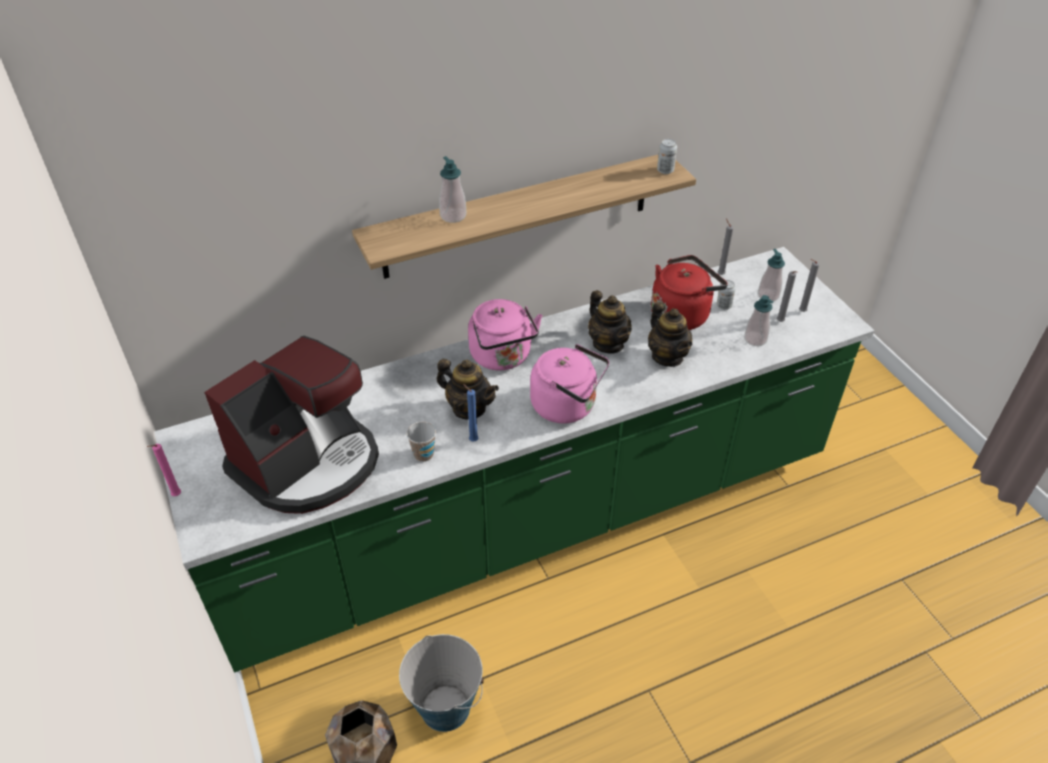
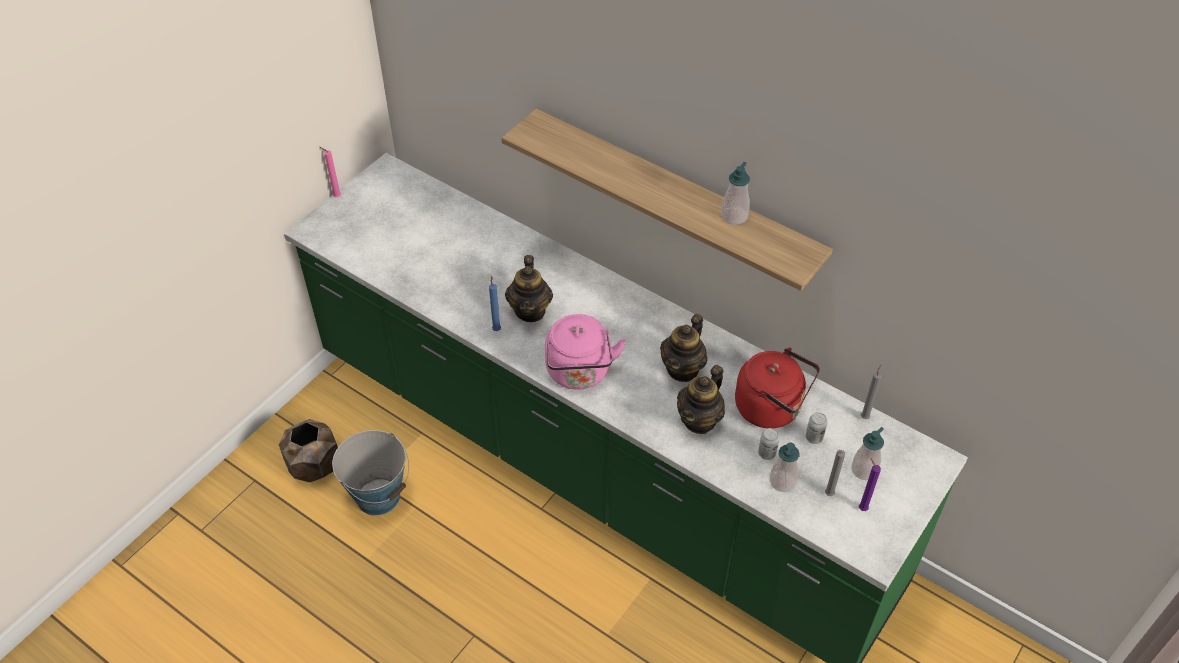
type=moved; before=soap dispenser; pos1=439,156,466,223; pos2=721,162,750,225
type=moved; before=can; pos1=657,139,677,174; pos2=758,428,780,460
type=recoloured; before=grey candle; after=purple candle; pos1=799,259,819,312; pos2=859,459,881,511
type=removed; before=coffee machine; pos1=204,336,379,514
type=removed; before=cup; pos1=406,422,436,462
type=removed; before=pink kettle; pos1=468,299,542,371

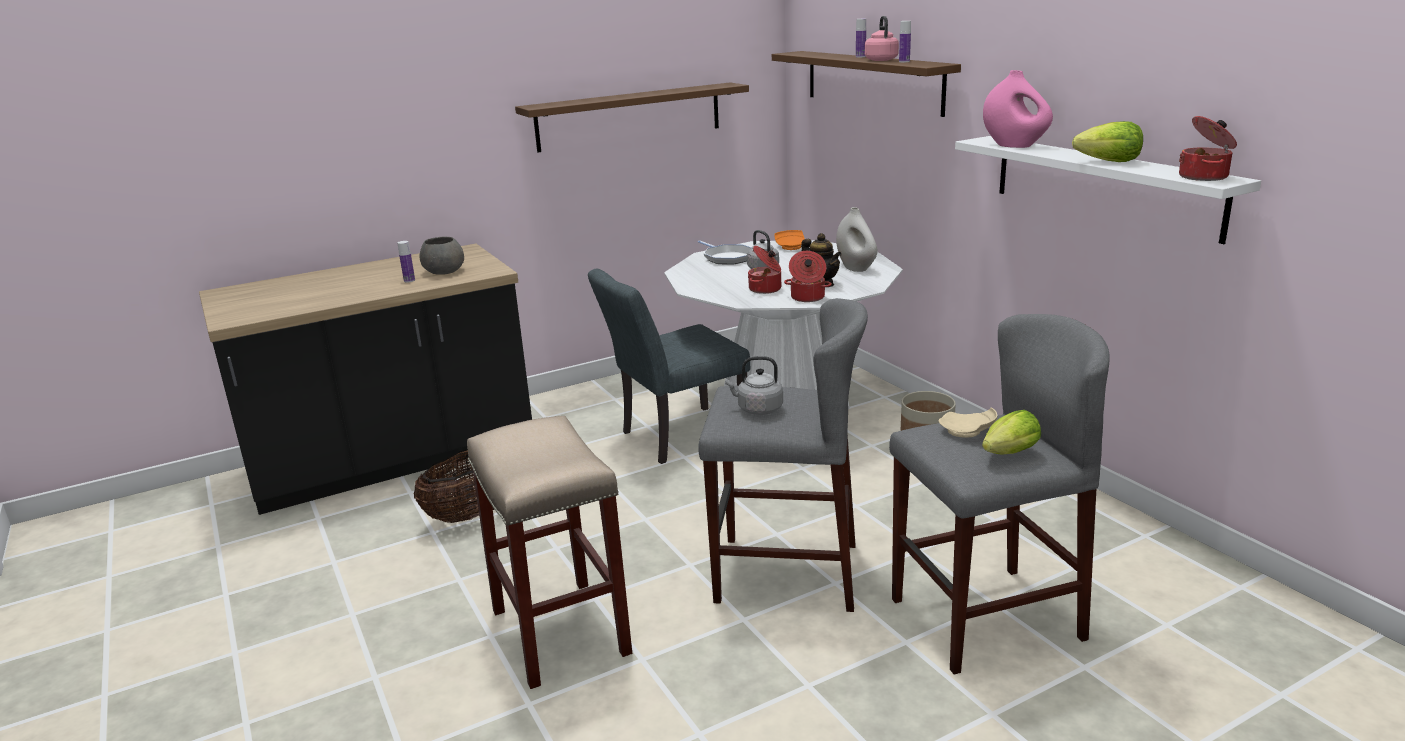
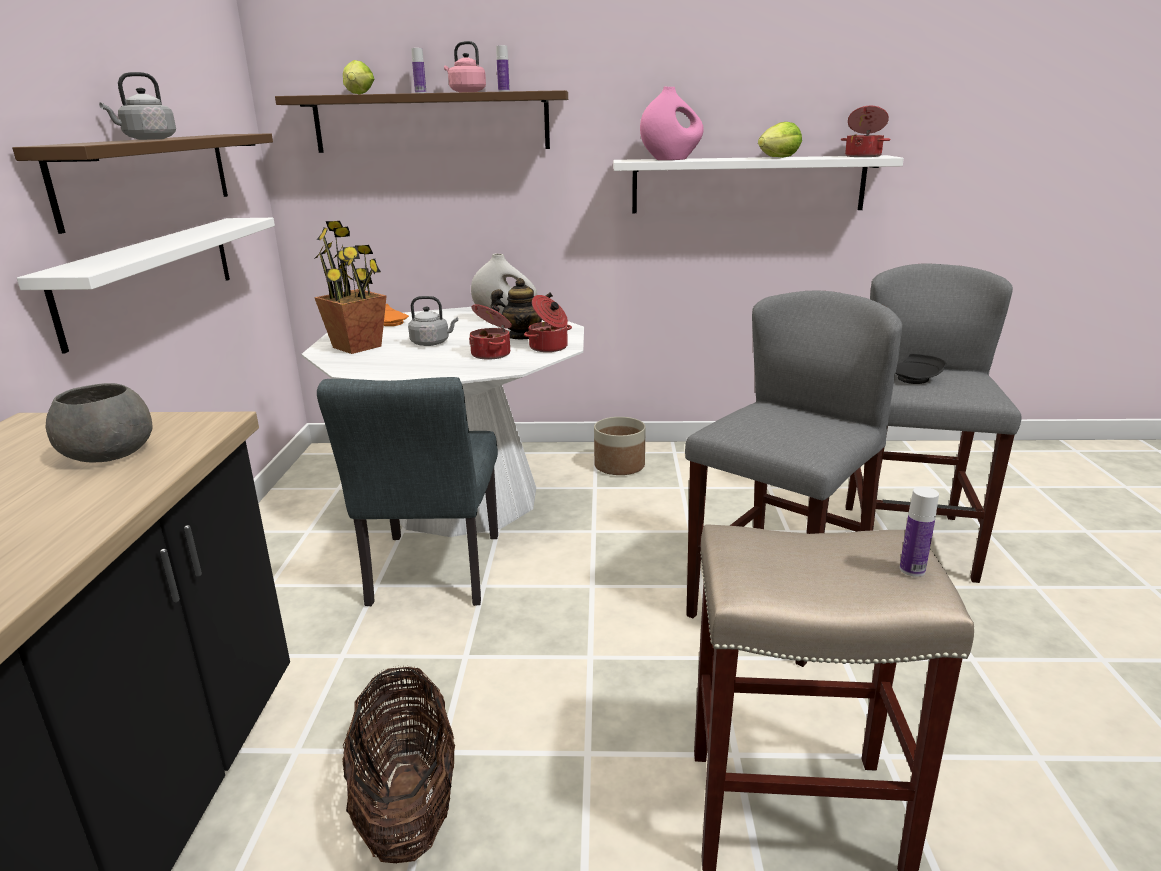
type=added; after=white shelf; pos2=17,218,275,354
type=moved; before=grey kettle; pos1=725,356,783,415; pos2=99,72,176,140
type=replaced; before=frying pan; after=potted plant; pos1=698,240,752,264; pos2=314,221,387,354
type=moved; before=lettuce; pos1=982,410,1041,455; pos2=343,60,374,94
type=recoloured; before=beige plate; after=black plate; pos1=939,407,997,438; pos2=895,354,946,384
type=moved; before=bottle; pos1=398,241,415,282; pos2=900,487,939,577

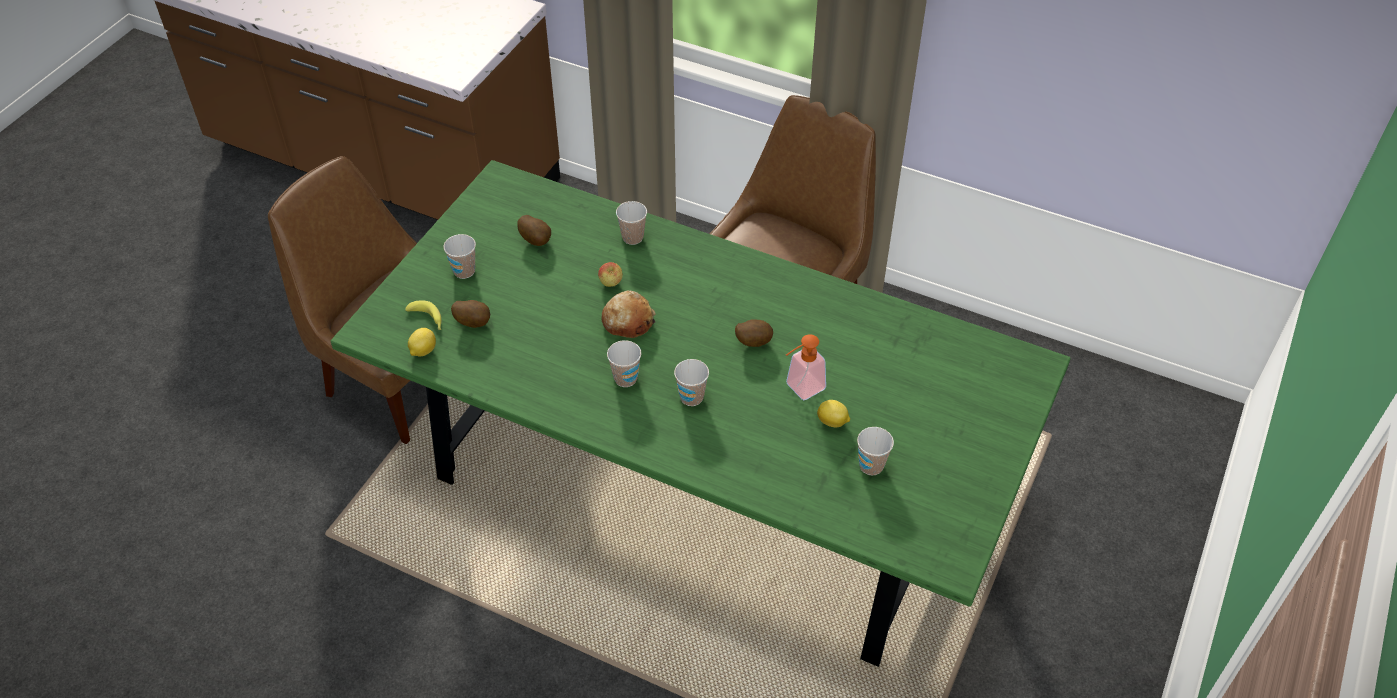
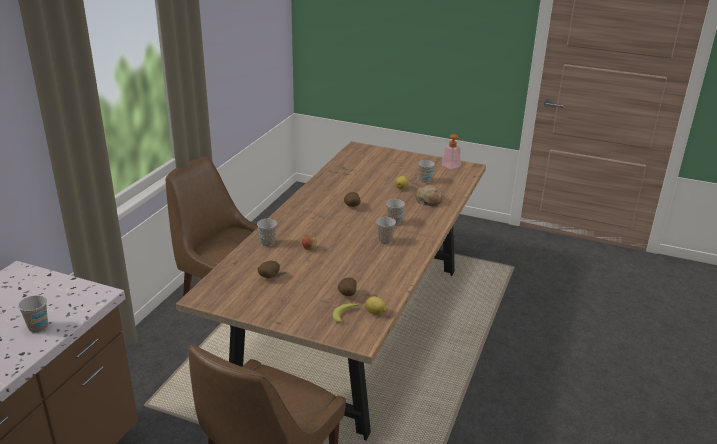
type=moved; before=cup; pos1=443,234,476,279; pos2=18,295,48,333
type=recoloured; before=green dining table; after=brown dining table; pos1=331,160,1071,667; pos2=176,141,486,440
type=moved; before=bread; pos1=601,290,656,338; pos2=415,184,442,206
type=moved; before=soap dispenser; pos1=786,335,826,400; pos2=442,134,464,169

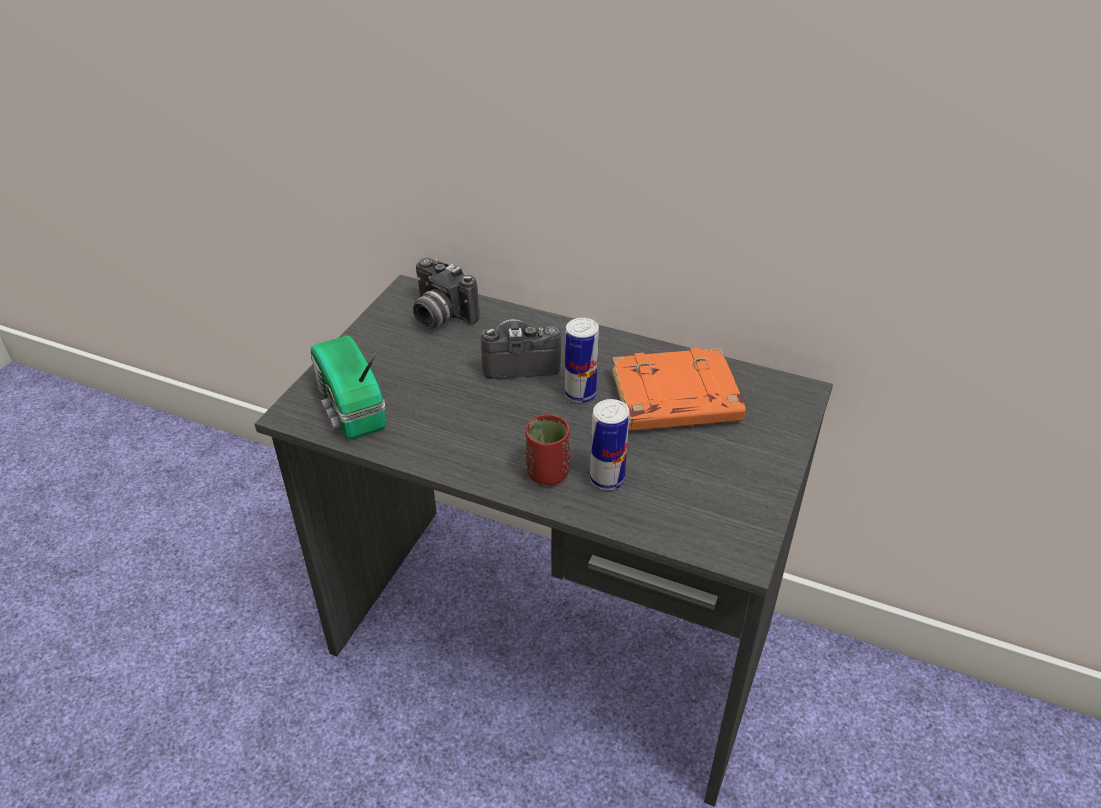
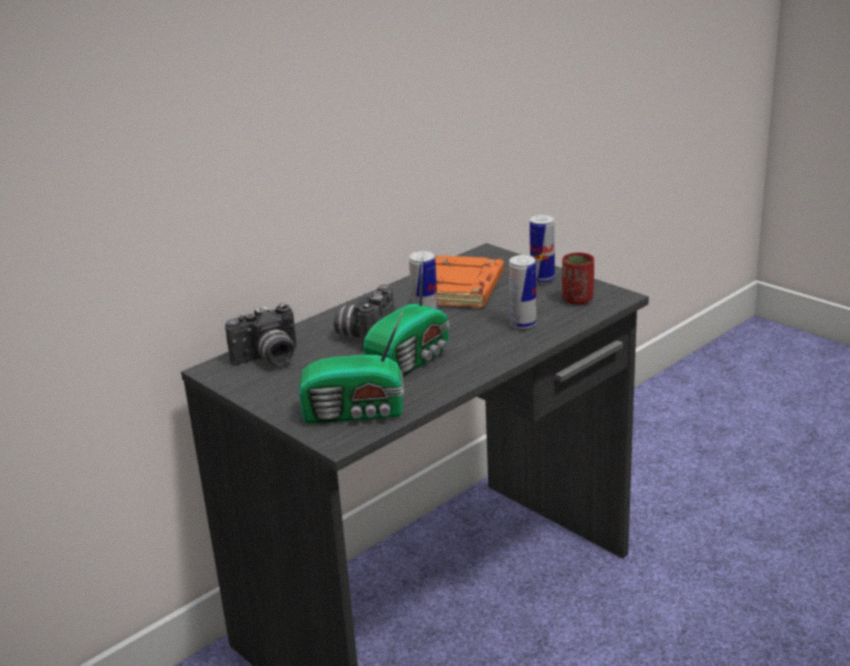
type=added; after=radio; pos2=363,255,449,376
type=added; after=can; pos2=530,215,555,283
type=moved; before=red cup; pos1=525,414,570,485; pos2=562,252,594,305

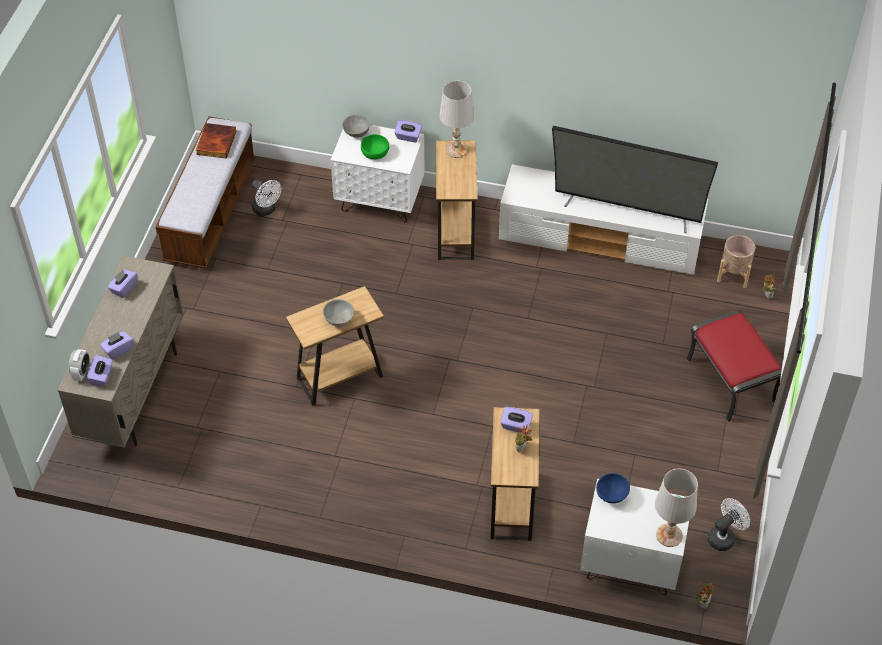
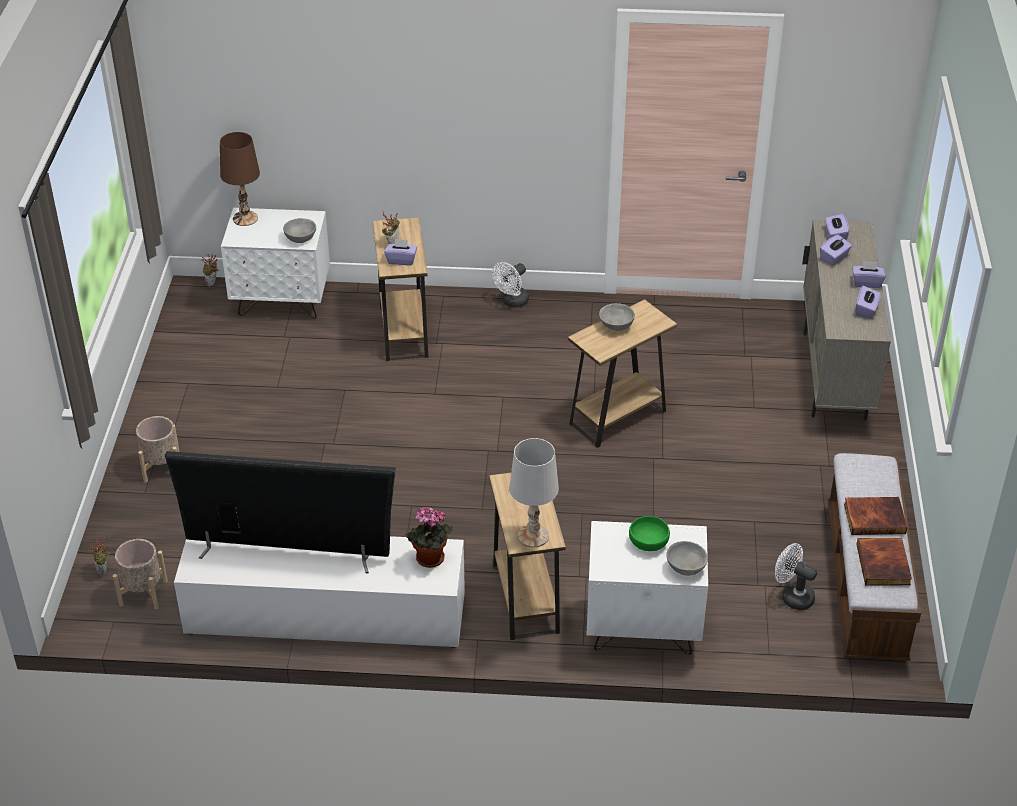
type=replaced; before=red ottoman; after=beige planter; pos1=686,310,782,422; pos2=136,416,180,483
type=recoloured; before=white table lamp; after=brown table lamp; pos1=655,469,698,547; pos2=220,132,260,226
type=recoloured; before=blue bowl; after=grey bowl; pos1=596,473,630,503; pos2=283,218,316,243
type=added; after=potted plant; pos2=405,507,453,568
type=moved; before=white fan; pos1=707,498,750,551; pos2=492,262,529,308
type=added; after=book; pos2=844,497,907,535
type=moved; before=purple tissue box; pos1=394,120,422,142; pos2=852,261,886,288
type=removed; before=alarm clock; pos1=69,349,90,381

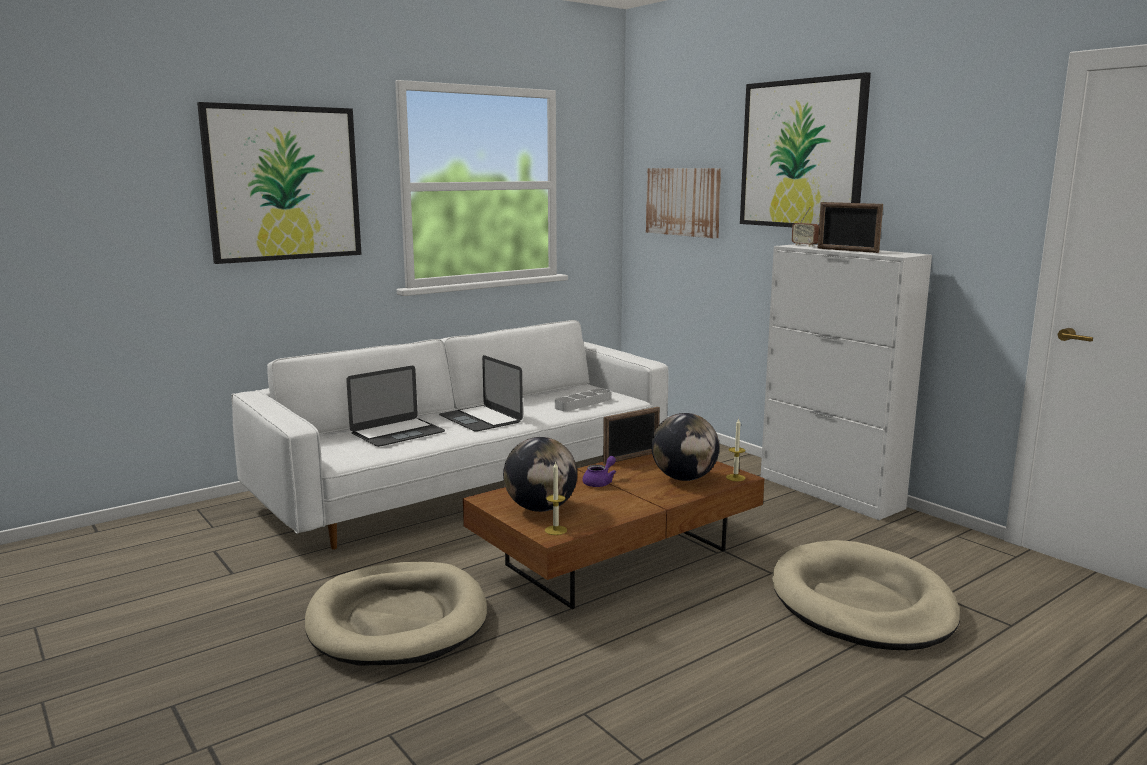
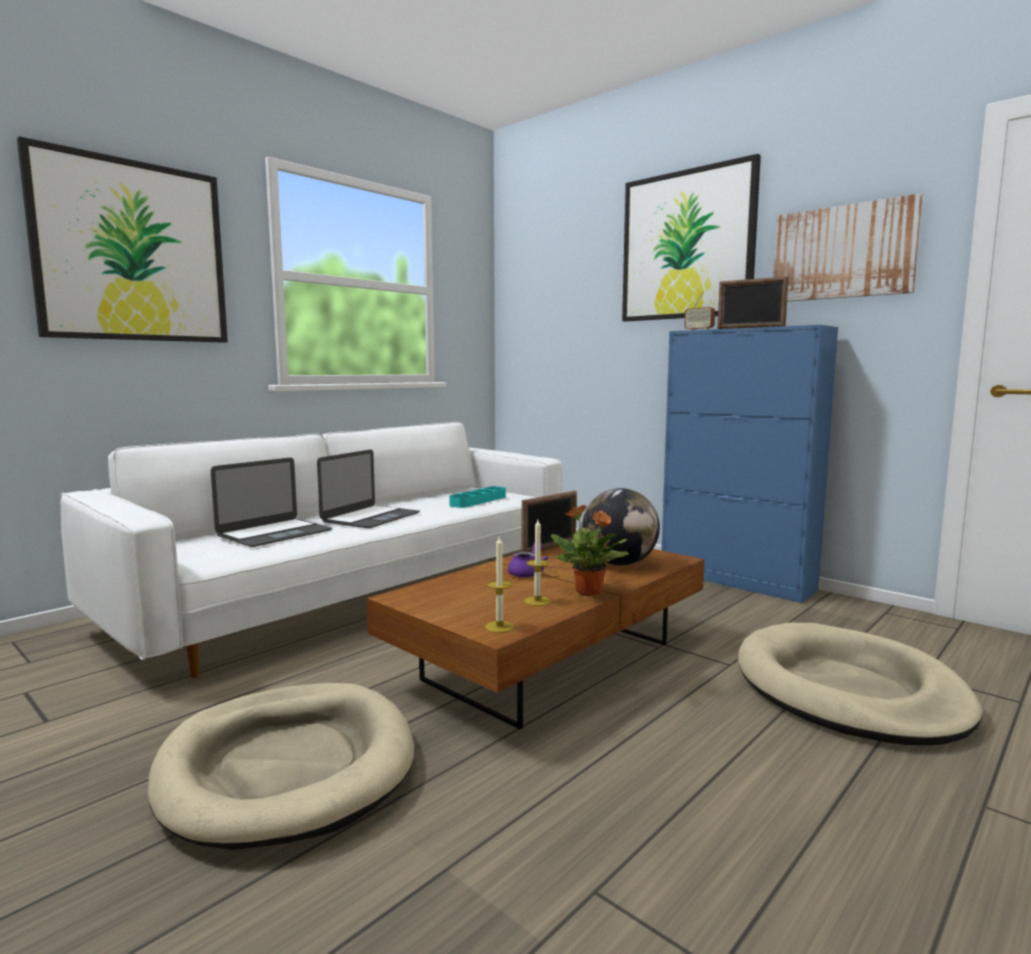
type=turned; before=laptop; pos1=439,355,523,432; pos2=317,449,420,528; turn=-105
type=recoloured; before=grey tray; after=turquoise tray; pos1=555,388,612,411; pos2=449,486,506,508
type=moved; before=candle; pos1=726,418,745,481; pos2=524,520,550,606
type=added; after=potted plant; pos2=551,505,629,596
type=recoloured; before=white cabinet; after=blue cabinet; pos1=761,244,932,520; pos2=661,325,838,603
type=moved; before=picture; pos1=646,168,721,239; pos2=773,193,923,302
type=removed; before=globe; pos1=503,437,577,512

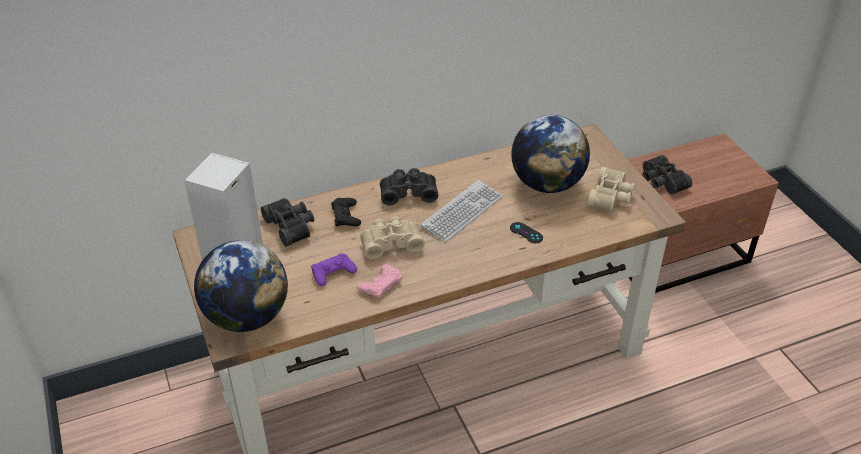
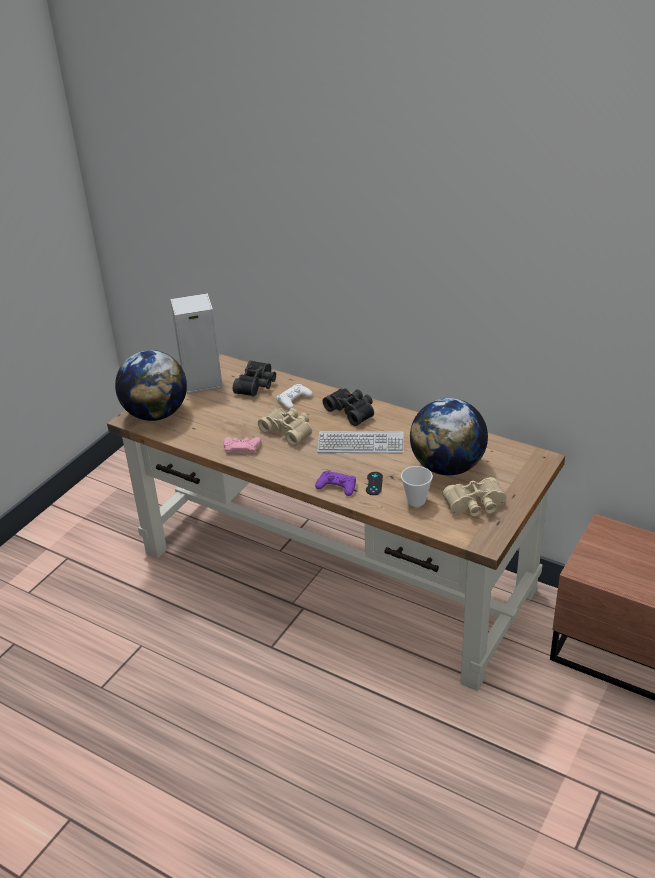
type=recoloured; before=black game controller; after=white game controller; pos1=331,198,361,227; pos2=276,384,313,409
type=moved; before=purple game controller; pos1=311,254,357,286; pos2=315,471,356,496
type=added; after=cup; pos2=401,466,433,507
type=removed; before=black binoculars; pos1=643,155,692,195

